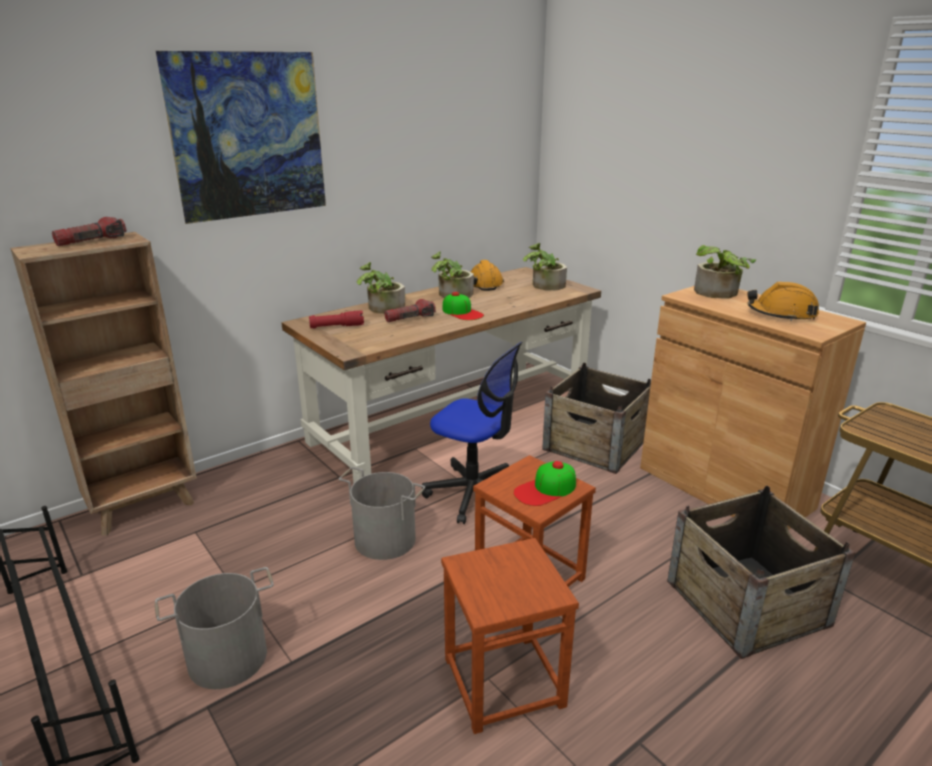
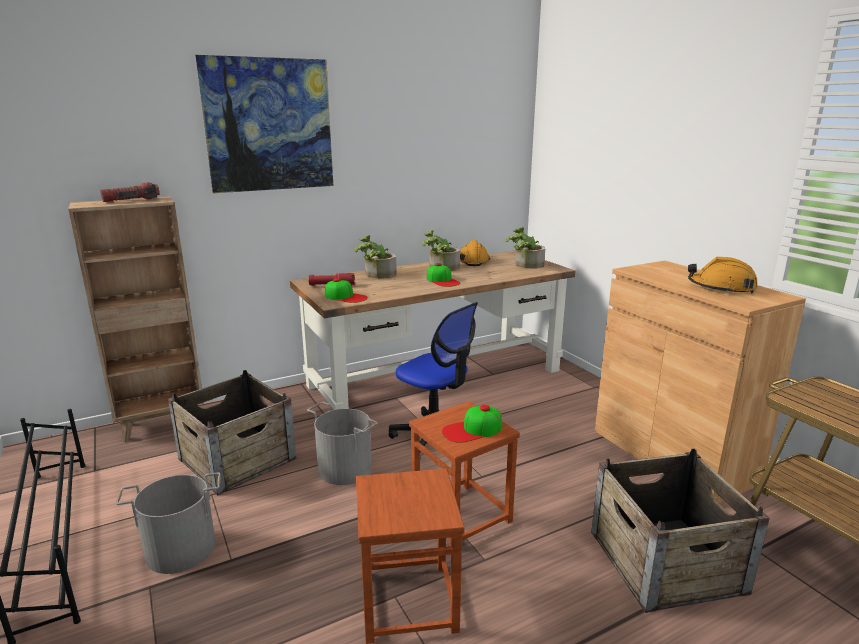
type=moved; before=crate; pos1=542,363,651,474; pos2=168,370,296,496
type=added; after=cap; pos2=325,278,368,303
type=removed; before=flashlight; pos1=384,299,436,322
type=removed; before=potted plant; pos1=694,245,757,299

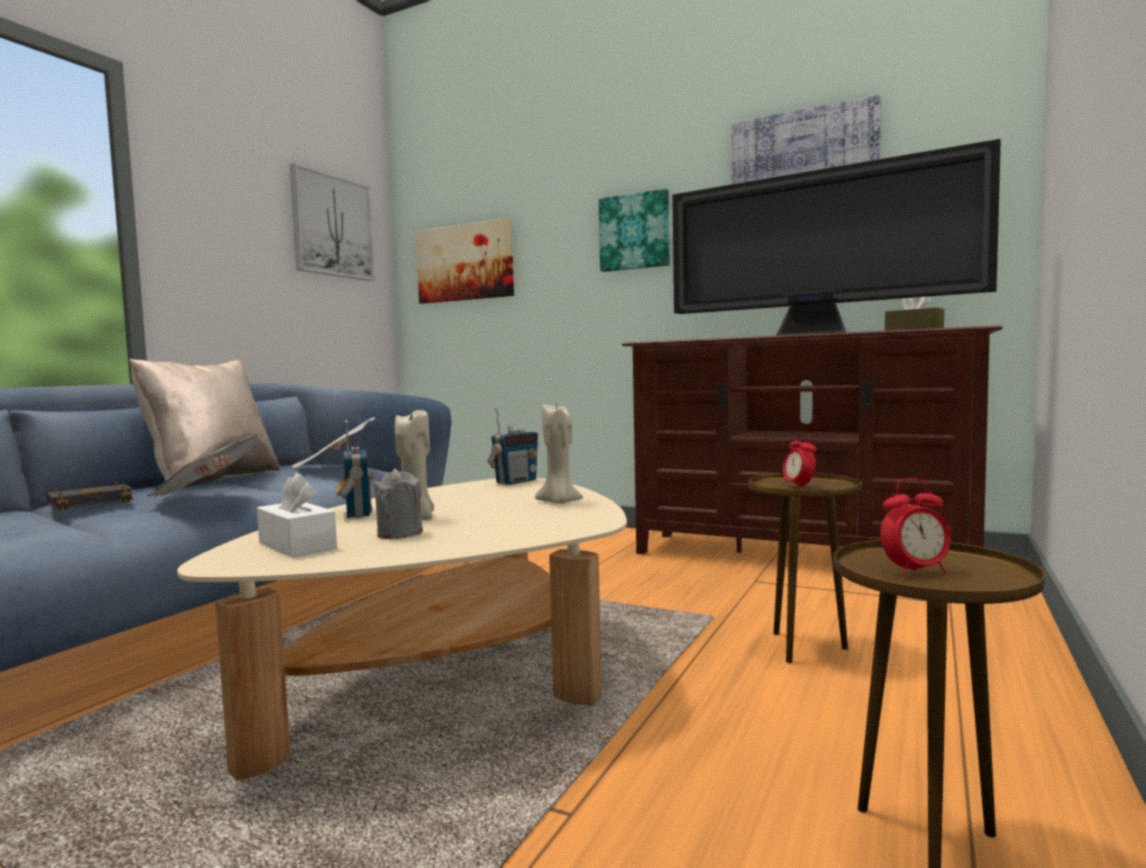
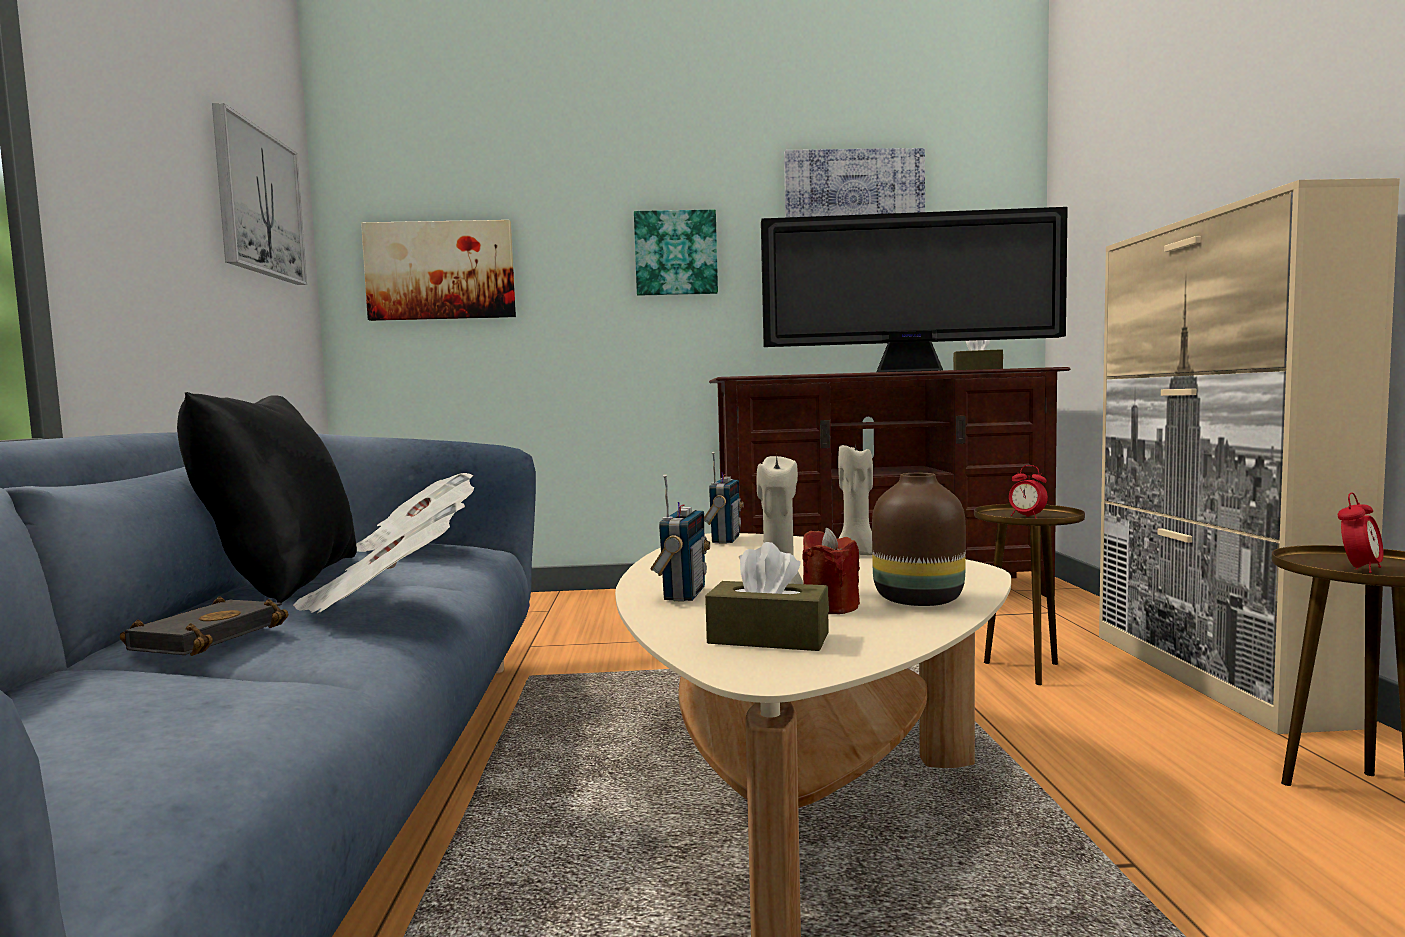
type=recoloured; before=beige pillow; after=black pillow; pos1=129,359,280,487; pos2=177,392,357,603
type=turned; before=radio; pos1=336,420,373,518; pos2=650,474,710,602; turn=60
type=recoloured; before=white tissue box; after=brown tissue box; pos1=257,473,337,558; pos2=705,542,829,651
type=recoloured; before=grey candle; after=red candle; pos1=374,469,423,539; pos2=802,528,860,614
type=added; after=brown vase; pos2=872,473,966,606
type=added; after=beige cabinet; pos2=1099,178,1400,734

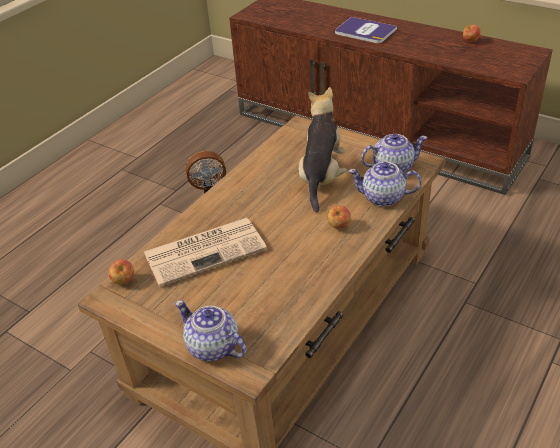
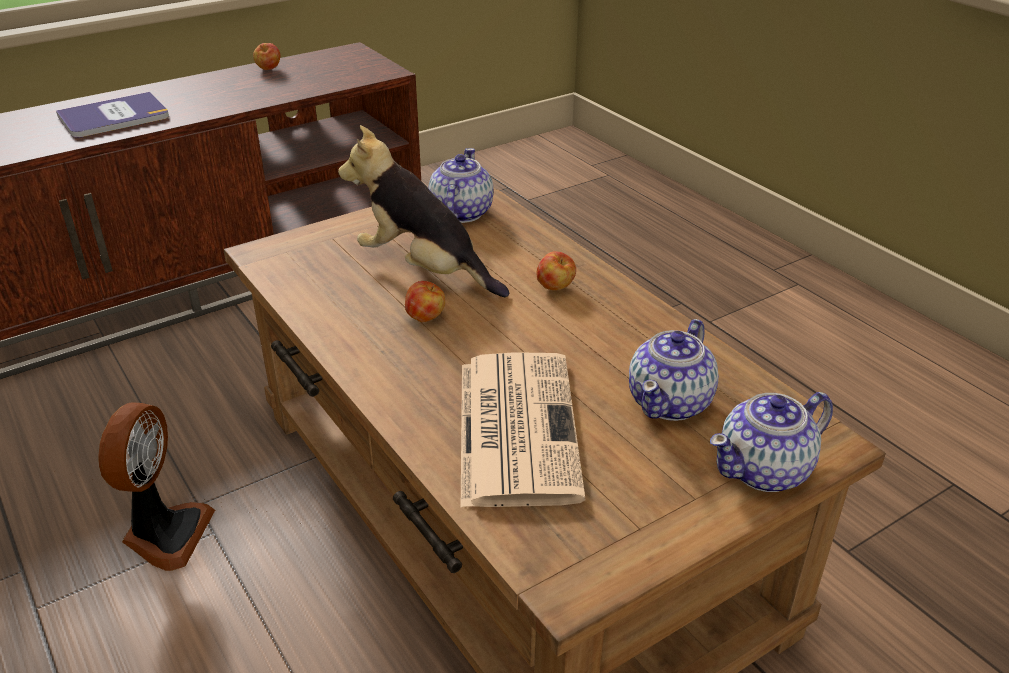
type=moved; before=apple; pos1=109,260,134,285; pos2=405,281,445,322
type=moved; before=teapot; pos1=348,162,421,207; pos2=629,319,719,421

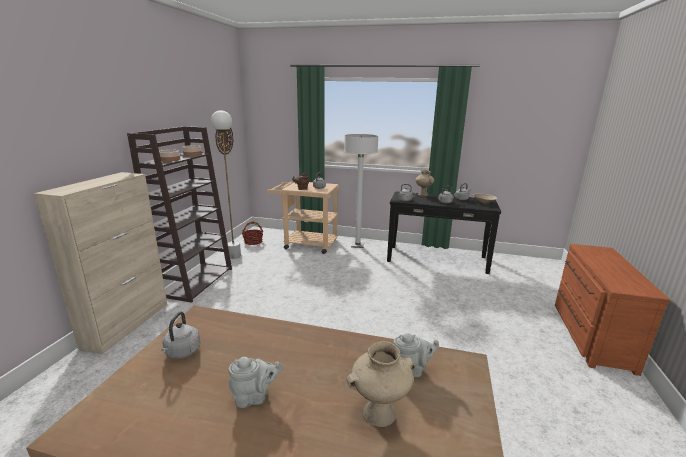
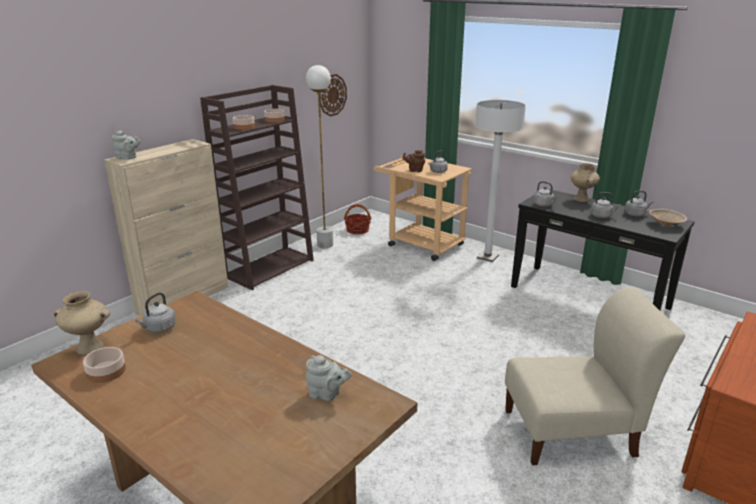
type=moved; before=beige vase; pos1=347,341,416,427; pos2=54,291,110,355
type=added; after=bowl; pos2=83,347,126,383
type=moved; before=grey teapot; pos1=228,357,282,408; pos2=112,130,140,160
type=added; after=beige chair; pos2=505,287,685,465

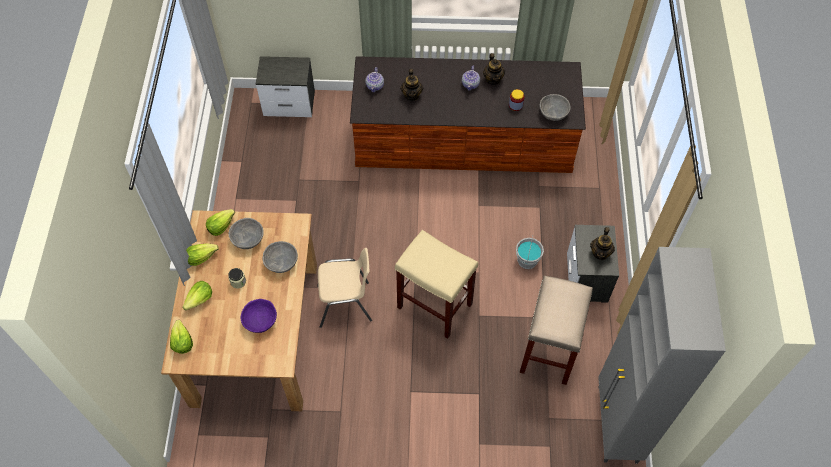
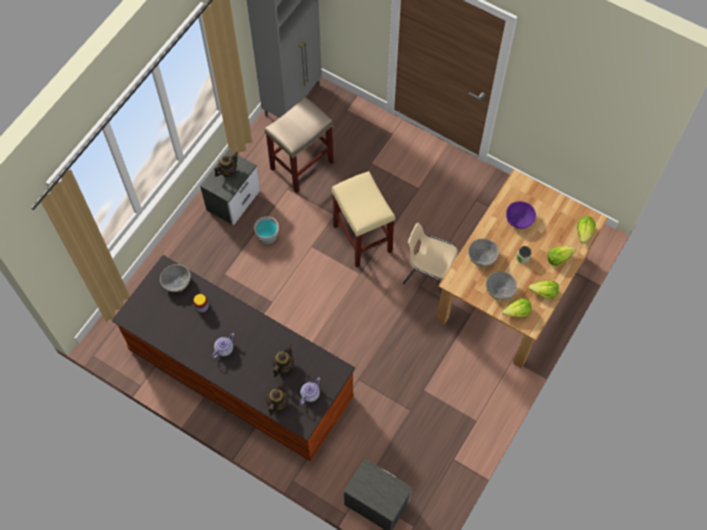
type=moved; before=teapot; pos1=483,53,505,85; pos2=266,381,289,416

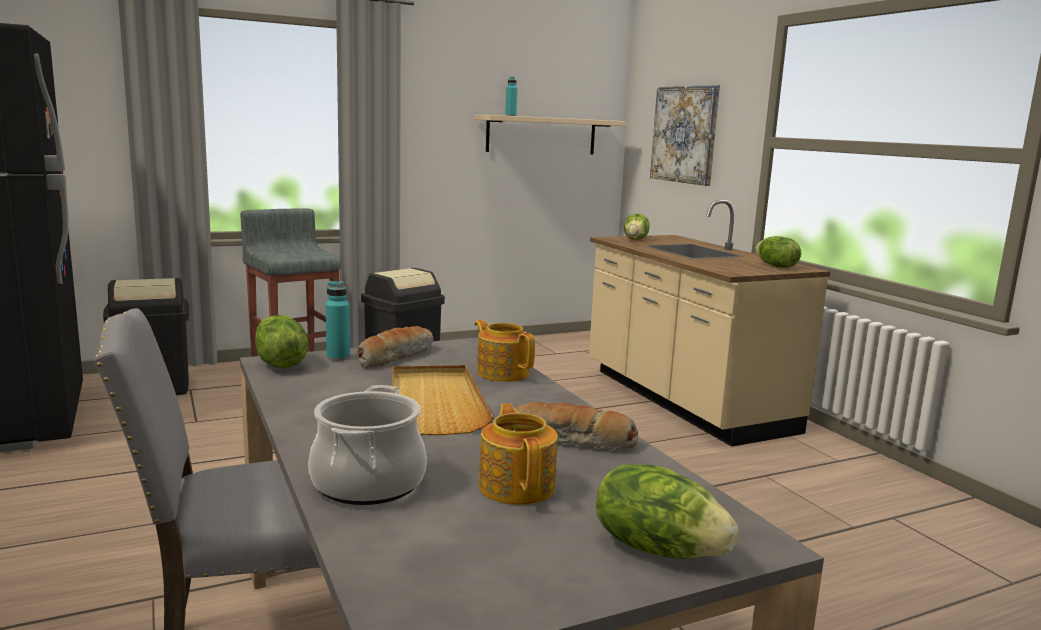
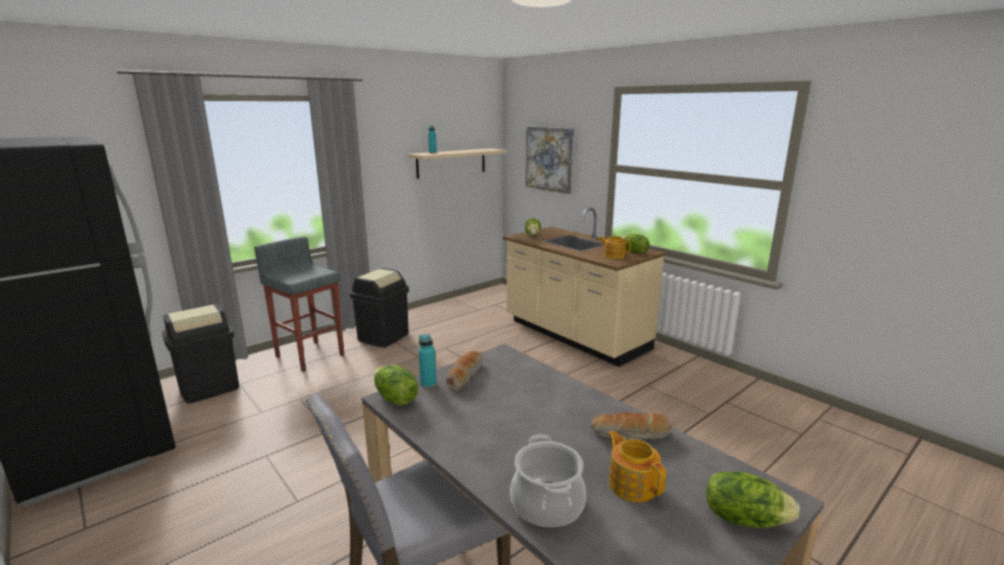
type=moved; before=teapot; pos1=474,320,535,382; pos2=599,236,631,259
type=removed; before=beige tray; pos1=391,365,493,435

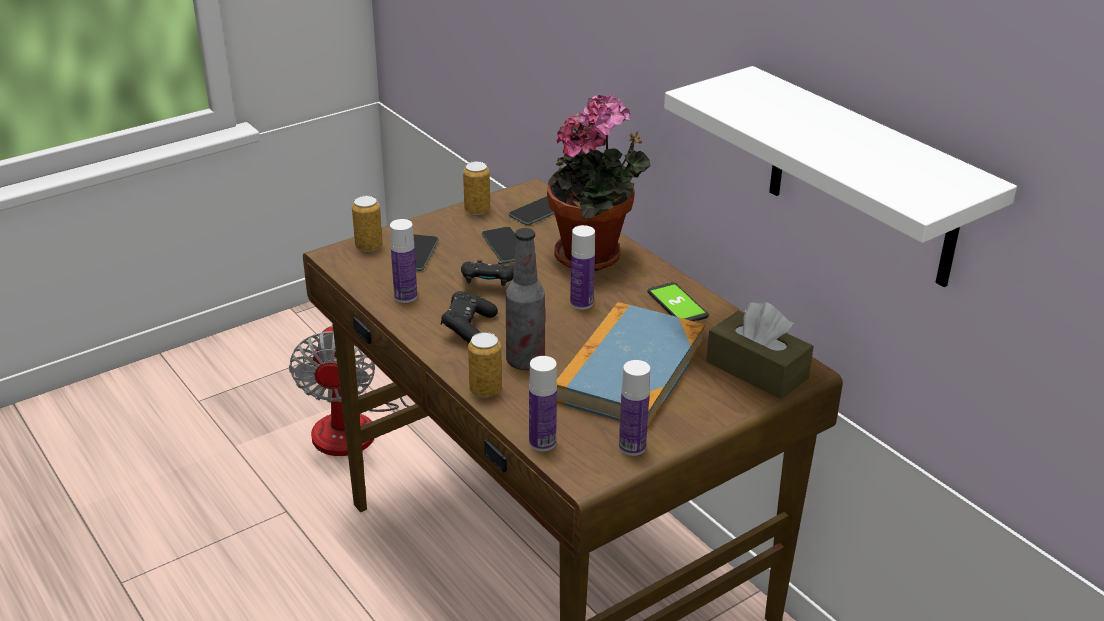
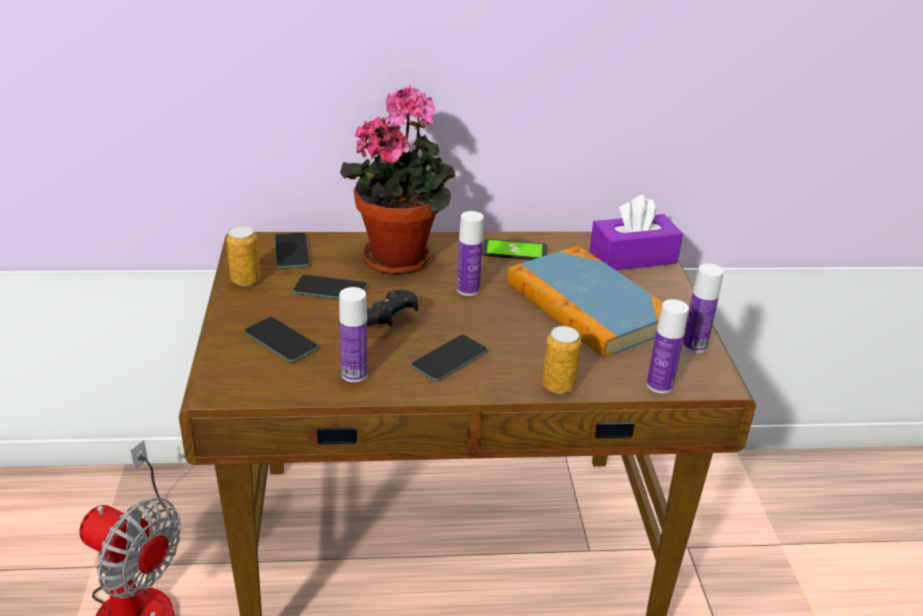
type=replaced; before=black game controller; after=phone; pos1=440,291,498,343; pos2=411,335,488,382
type=recoloured; before=brown tissue box; after=purple tissue box; pos1=706,302,813,399; pos2=589,195,683,270
type=removed; before=can; pos1=352,196,383,252
type=removed; before=bottle; pos1=506,228,545,370
type=removed; before=white shelf; pos1=664,66,1017,287

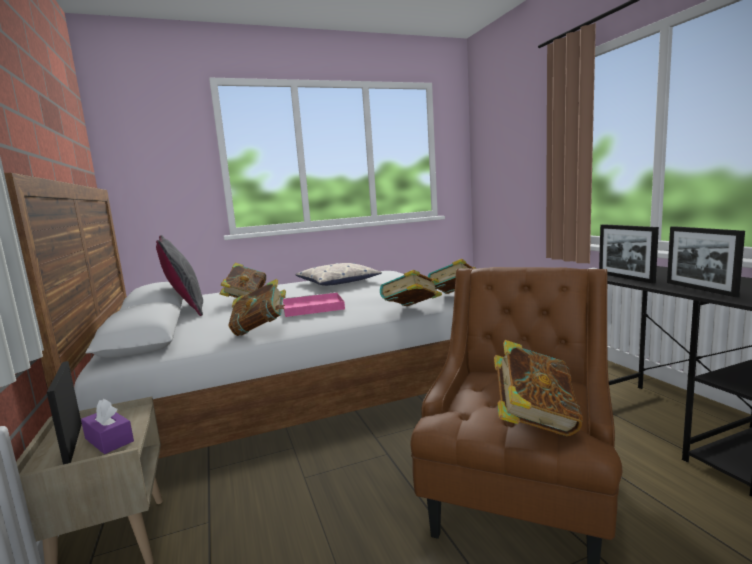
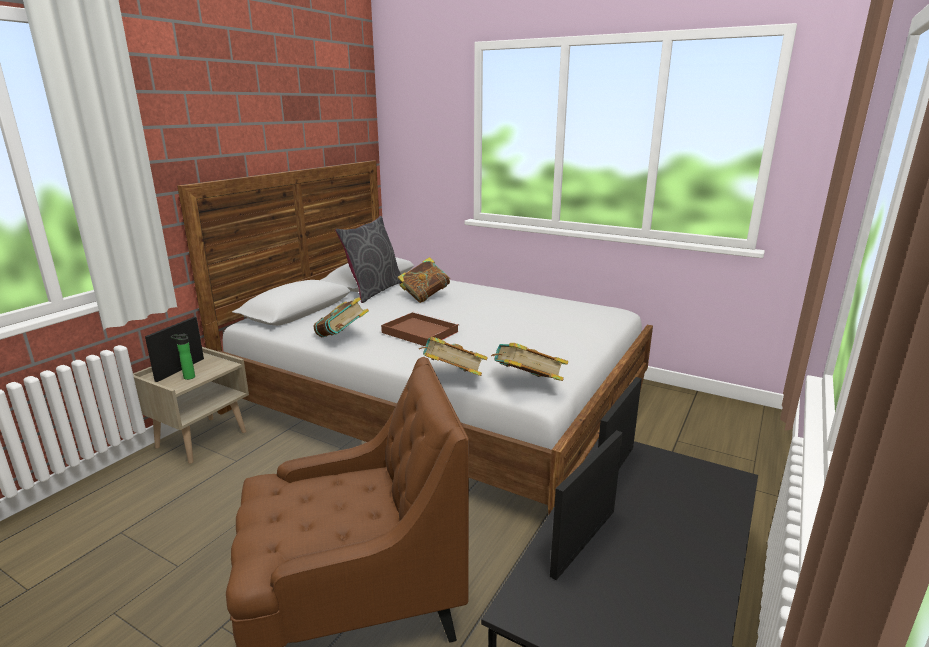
type=replaced; before=purple tissue box; after=bottle; pos1=81,399,134,454; pos2=170,334,195,380
type=recoloured; before=pink tray; after=brown tray; pos1=283,292,345,317; pos2=381,312,459,346
type=removed; before=pillow; pos1=295,263,382,286
type=removed; before=book; pos1=494,340,583,436

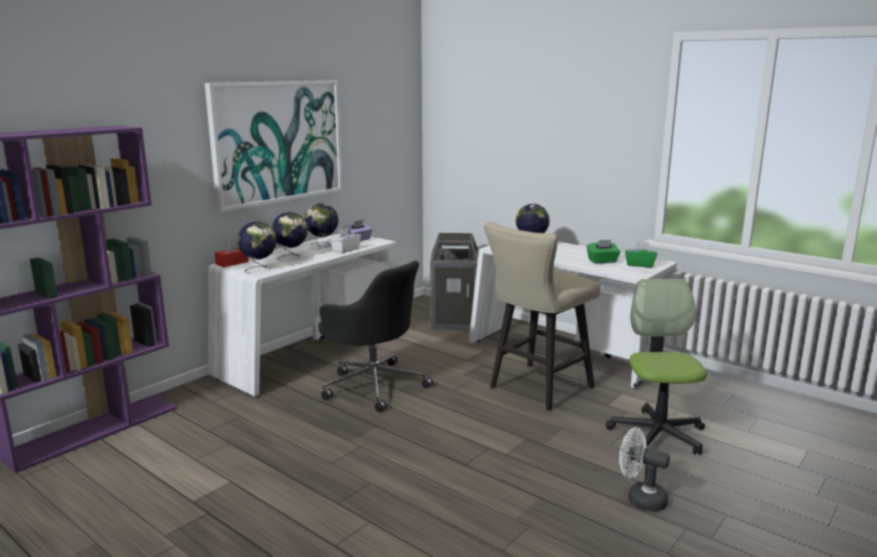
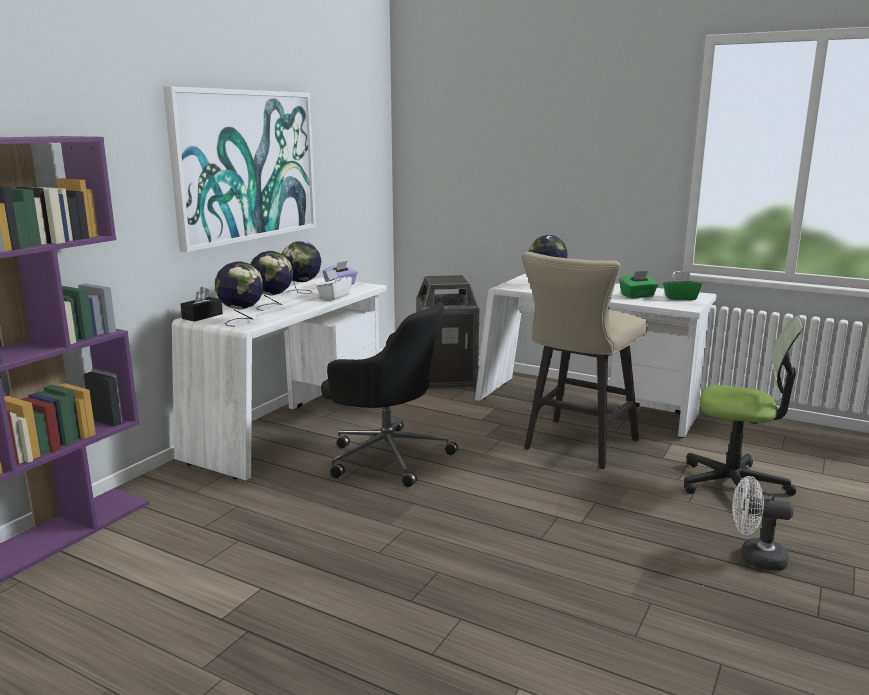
type=recoloured; before=red tissue box; after=black tissue box; pos1=215,240,249,267; pos2=181,287,223,322
type=turned; before=office chair; pos1=606,279,707,455; pos2=684,316,804,496; turn=120

